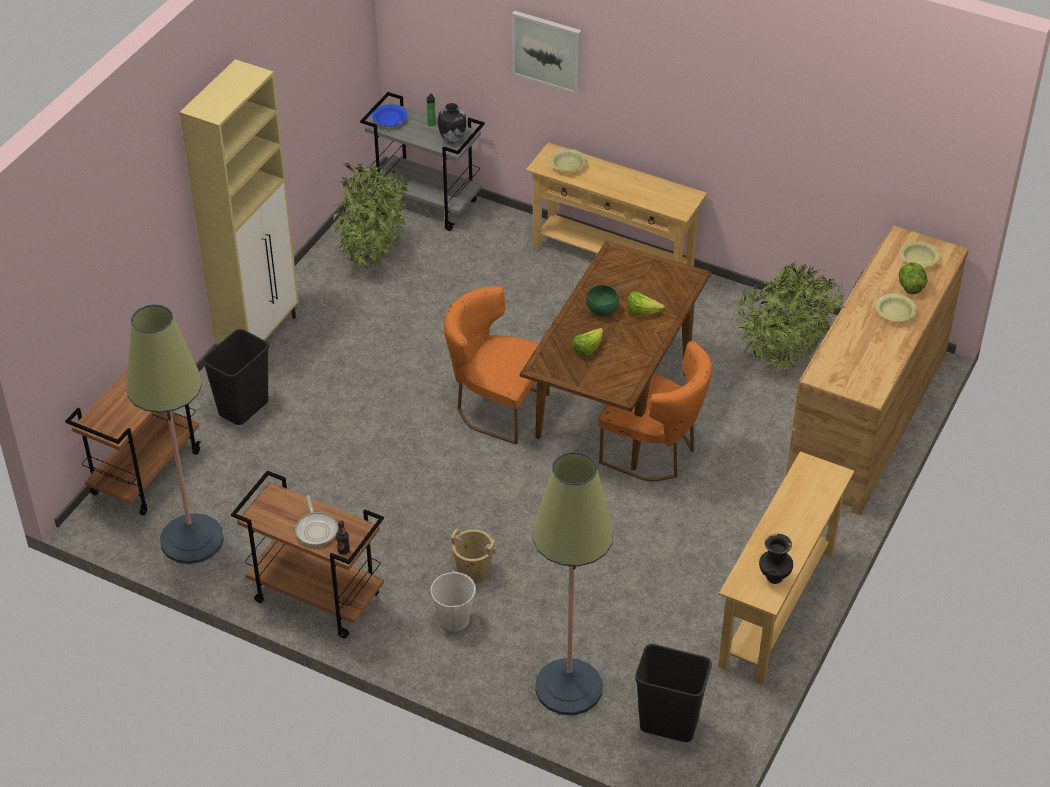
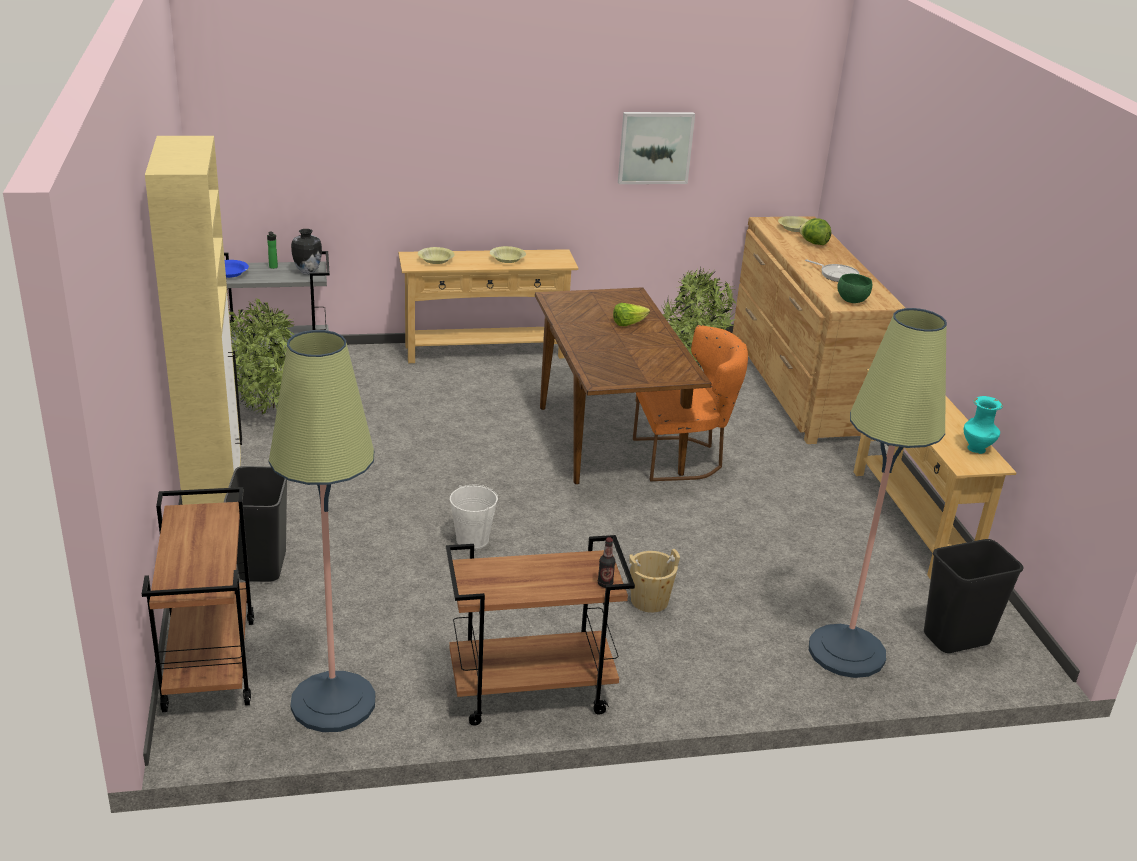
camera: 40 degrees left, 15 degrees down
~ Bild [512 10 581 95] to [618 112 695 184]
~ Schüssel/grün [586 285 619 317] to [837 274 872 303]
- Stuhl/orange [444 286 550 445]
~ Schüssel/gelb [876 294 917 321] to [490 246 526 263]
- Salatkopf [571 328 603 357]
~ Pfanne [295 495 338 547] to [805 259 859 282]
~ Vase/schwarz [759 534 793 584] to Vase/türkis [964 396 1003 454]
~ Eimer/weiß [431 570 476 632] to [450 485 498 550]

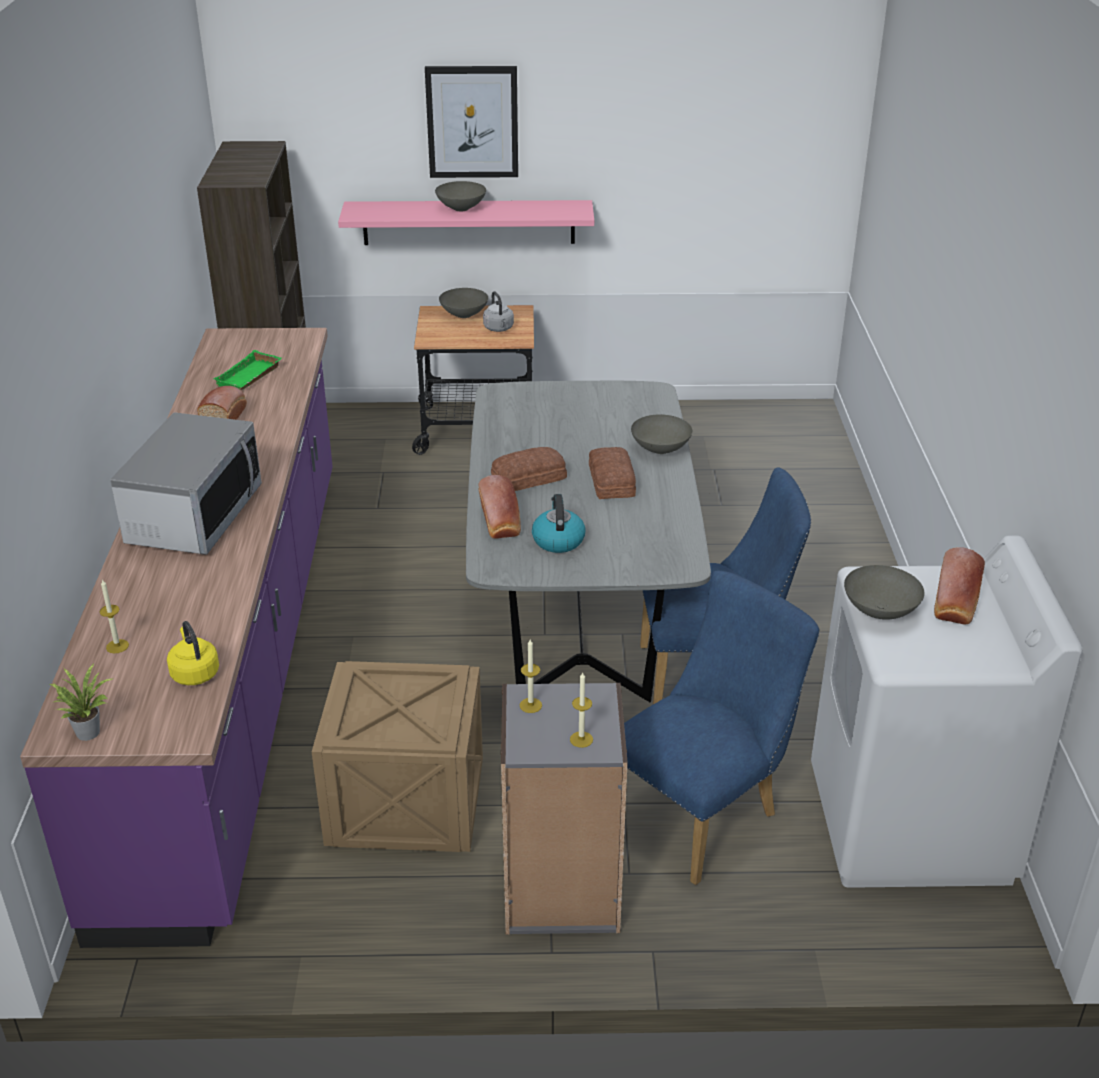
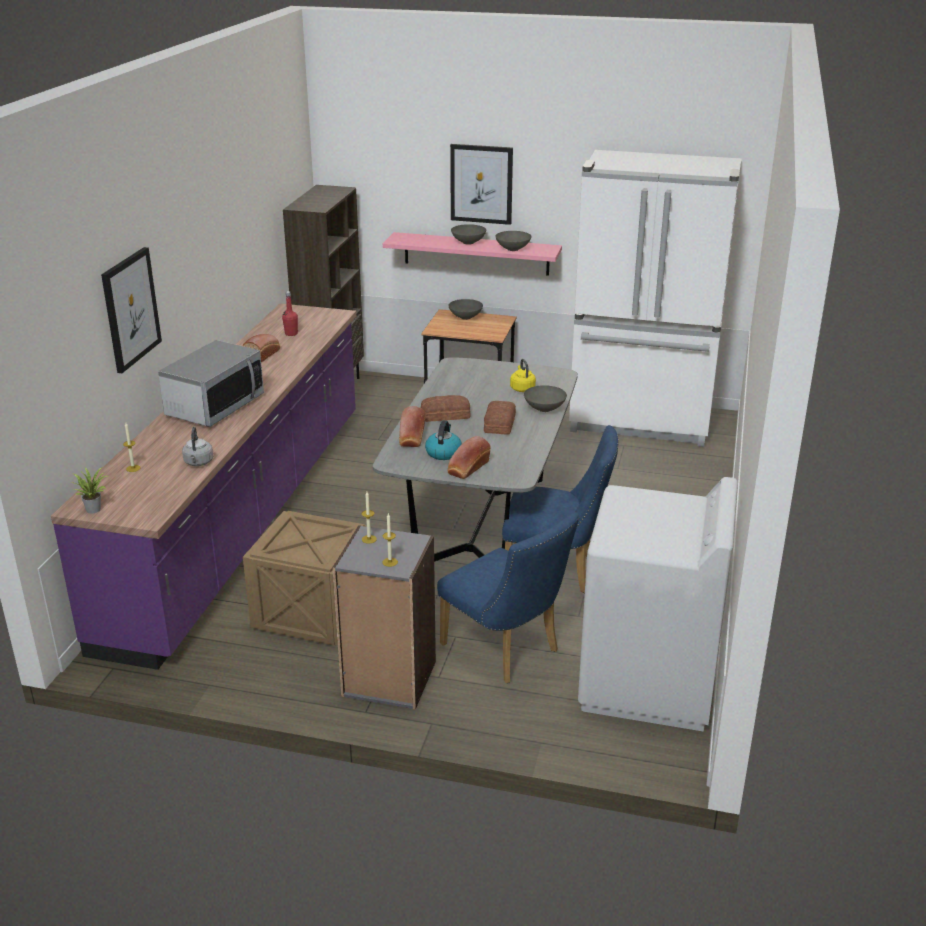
camera: 15 degrees right, 5 degrees down
~ Wasserkessel/grau [483 291 514 332] to [182 427 213 466]
~ Tablett/grün [213 350 282 390] to Flasche/rot [282 291 298 336]
~ Brot [934 547 985 625] to [447 436 491 479]
~ Schüssel/grau [844 565 925 620] to [495 231 532 251]
~ Stuhl/blau [624 571 820 885] = [437 512 579 683] 75 degrees clockwise
~ Wasserkessel/gelb [167 621 219 685] to [510 359 536 392]
+ Kühlschrank/weiß [569 150 741 447]
+ Bild [101 247 162 373]

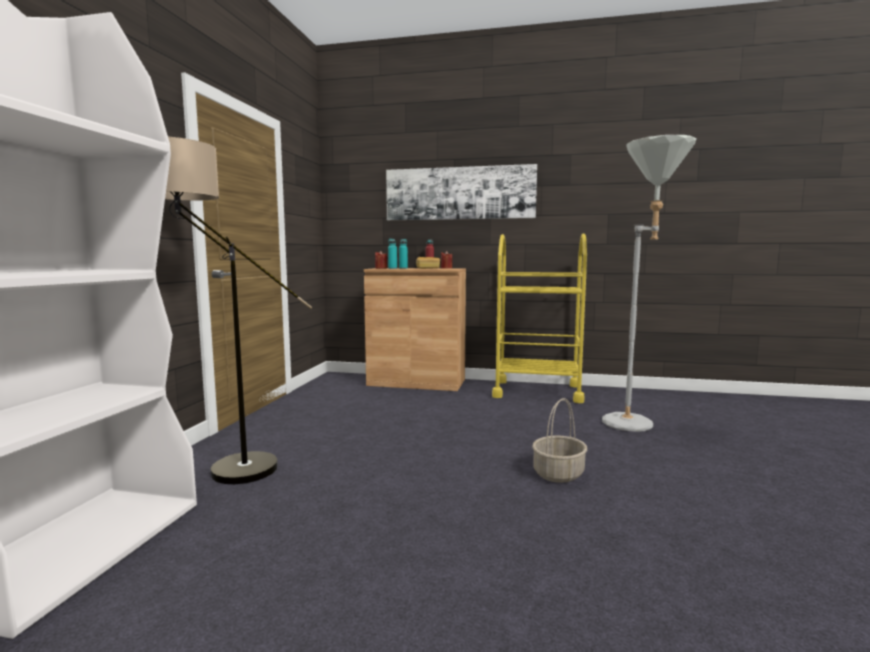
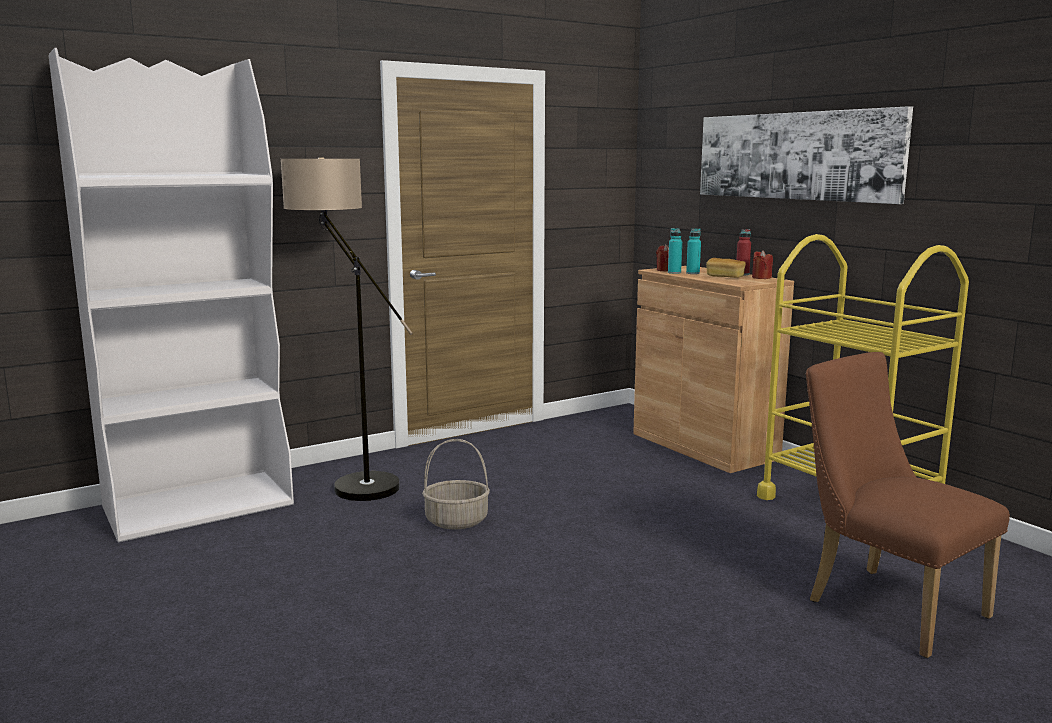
camera: 45 degrees right, 5 degrees up
~ Stehlampe/grau [602 135 697 432] to Stuhl/braun [806 352 1010 658]
~ Korb [532 398 587 483] to [422 439 490 529]

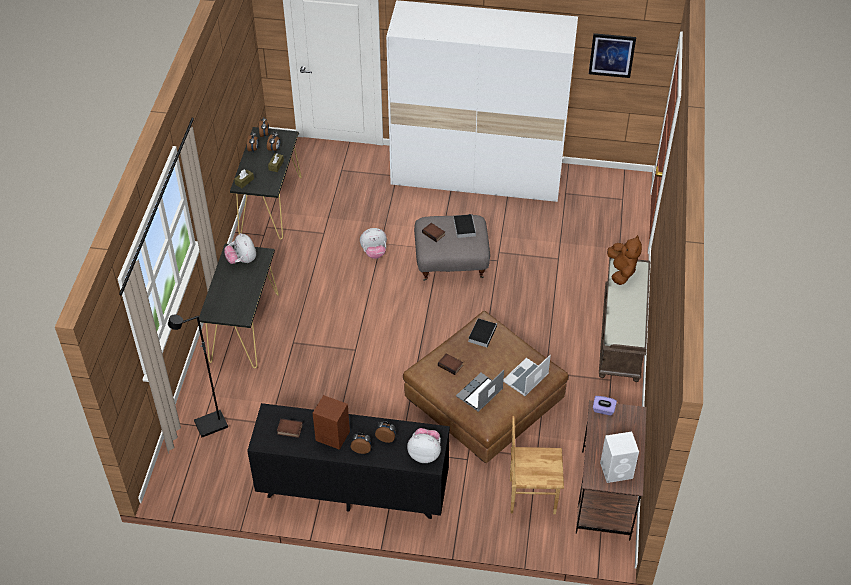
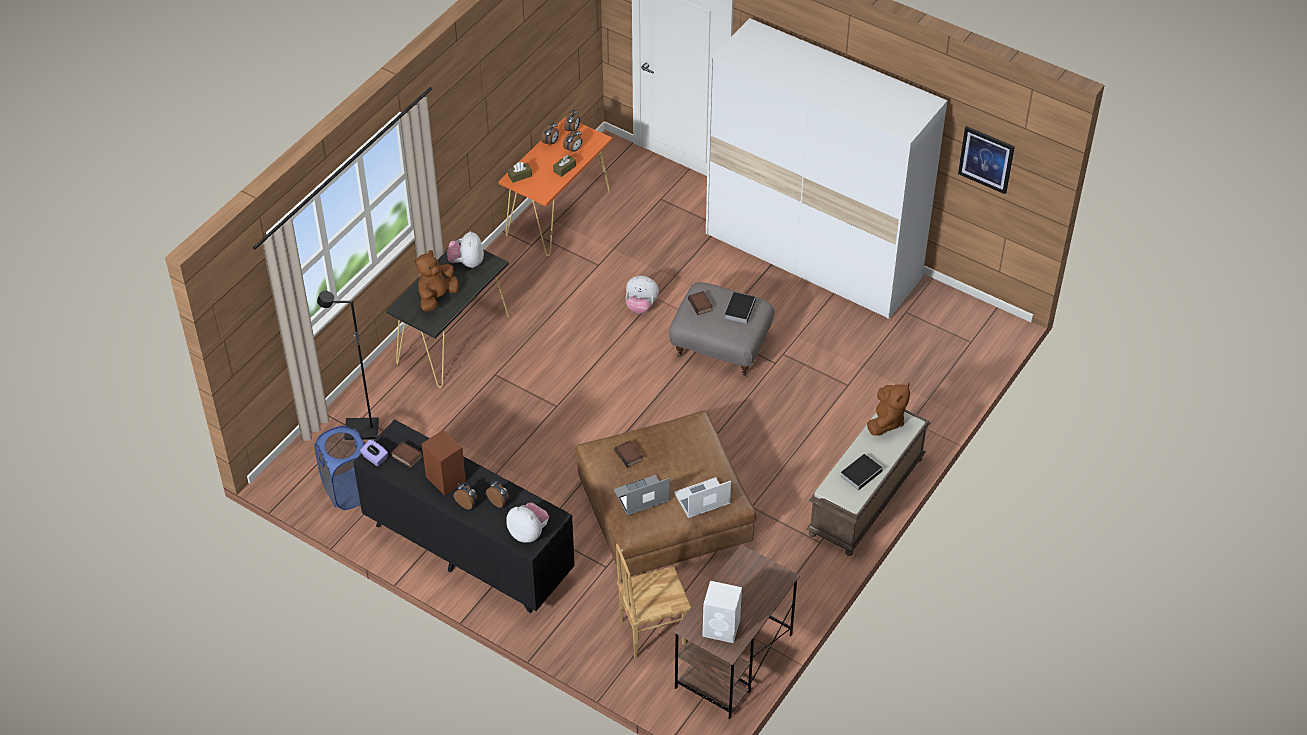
camera: 25 degrees right, 0 degrees up
~ Konsolentisch/schwarz [230 127 302 240] to Konsolentisch/orange [498 116 612 256]
~ Buch [468 318 497 347] to [840 454 885 491]
~ Taschentuchbox/lila [593 396 617 416] to [360 439 388 466]
~ Stuhl/braun [510 416 564 514] = [616 544 692 658] 45 degrees counterclockwise
+ Plüschtier/braun [415 250 459 312]
+ Wäschekorb/blau [314 426 365 510]

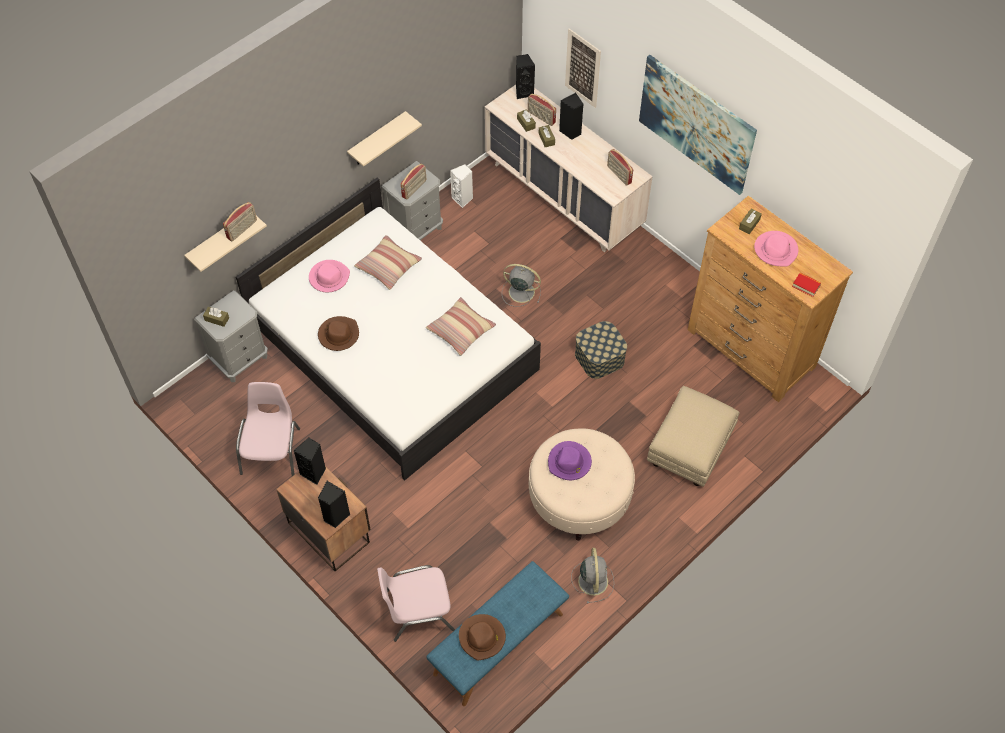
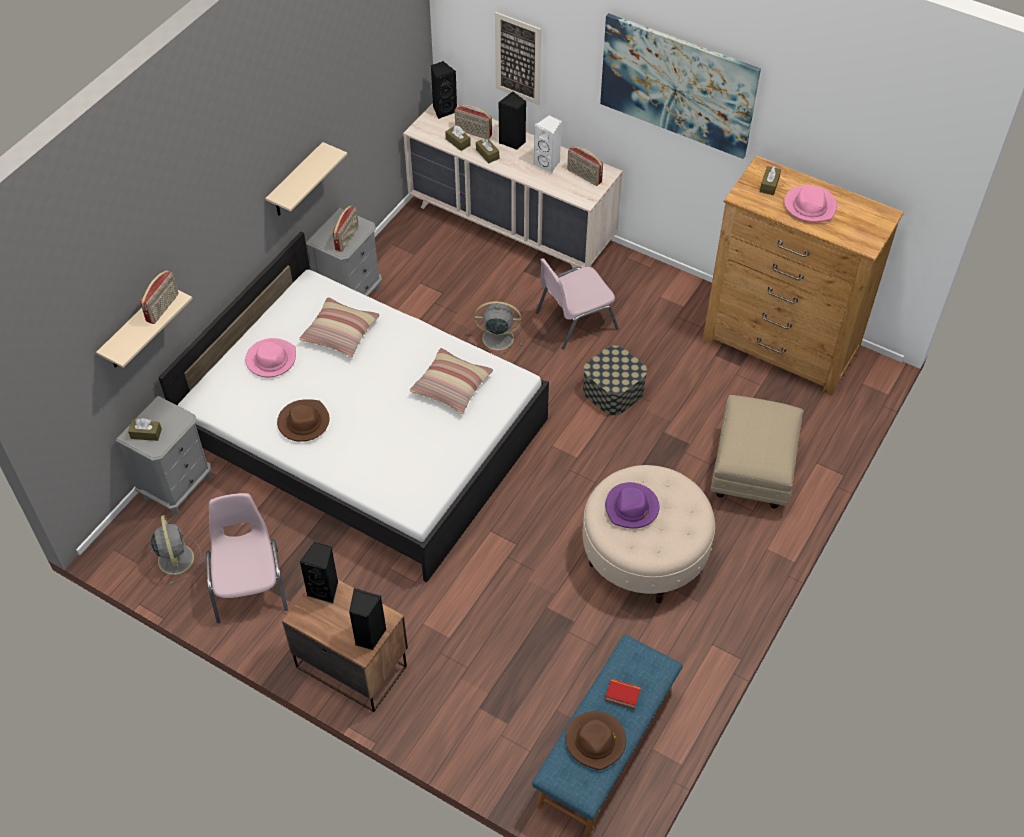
camera: 15 degrees left, 5 degrees down
~ Lautsprecher/weiß [450 164 473 208] to [534 115 562 174]
~ Buch [792 273 821 297] to [605 679 641 709]
~ Ventilator/grau [571 548 614 603] to [149 515 202 584]
~ Stuhl/rosa [377 565 455 642] to [536 258 619 349]

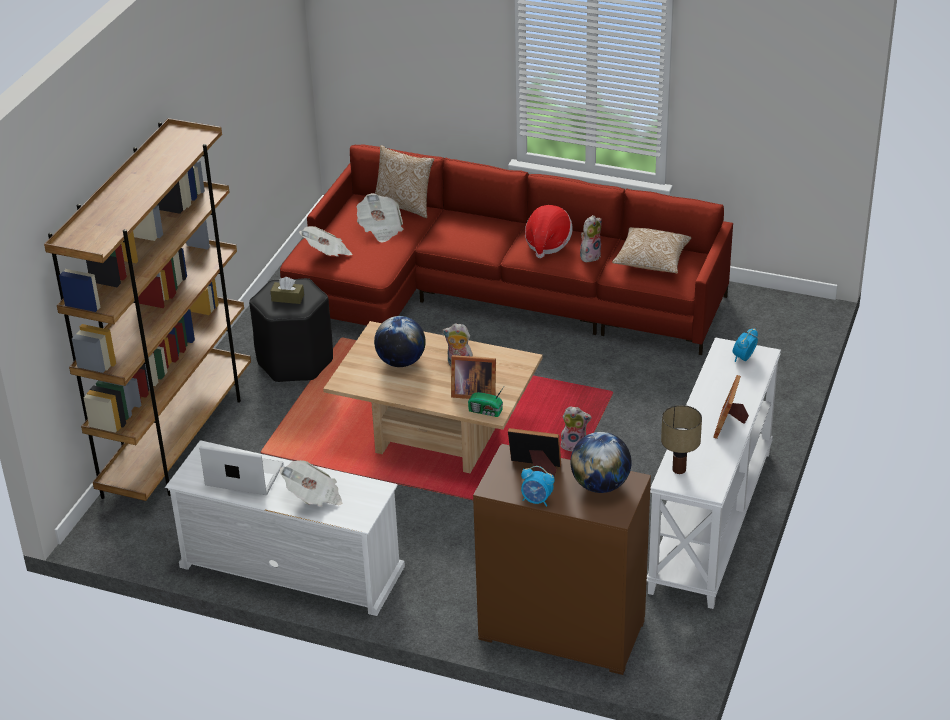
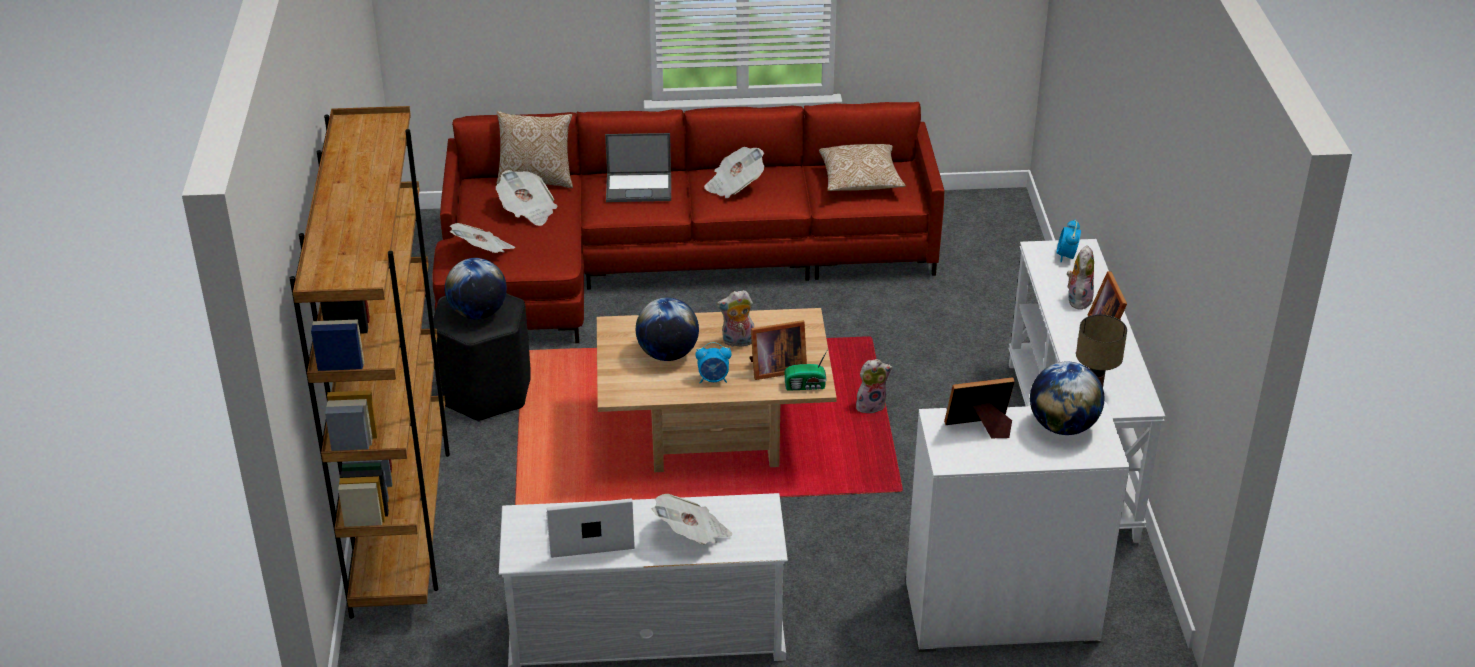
camera: 25 degrees left, 0 degrees up
~ Hut [525 205 573 258] to Zeitung [704 147 764 198]
~ Plüschtier [580 215 602 262] to [1067 245 1094 310]
~ Taschentuchbox/braun [270 277 304 304] to Globus [445 258 507 320]
~ Schrank/braun [473 444 651 675] to Schrank/weiß [906 401 1130 652]
~ Wecker [521 466 555 507] to [695 342 732 384]
+ Laptop [605 133 671 202]

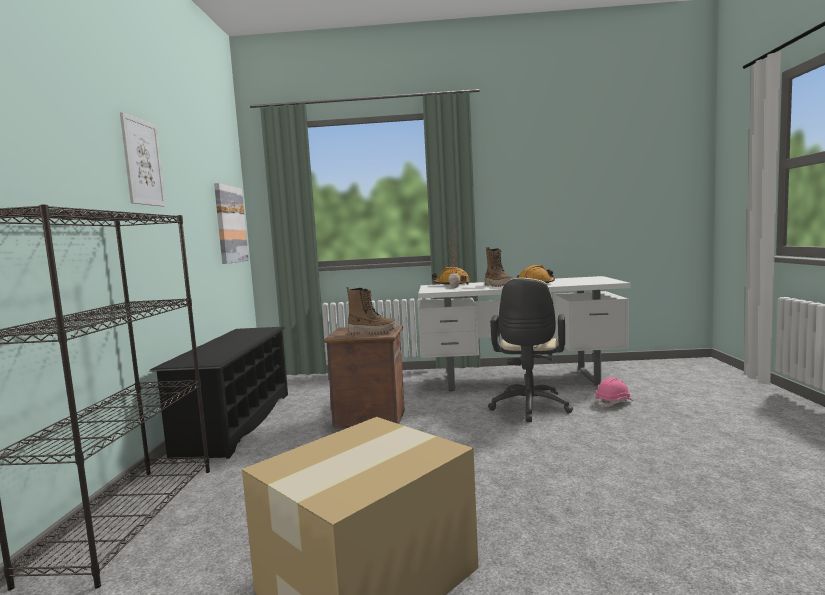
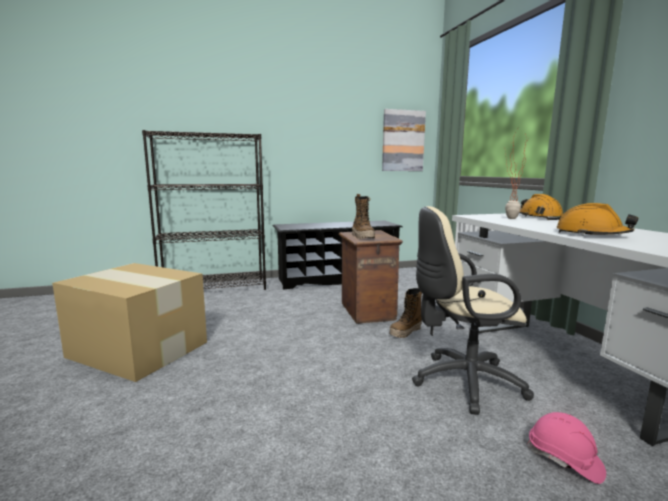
camera: 70 degrees right, 5 degrees up
- Bild [120 112 166 207]
~ Stiefel [484 247 513 287] to [389 287 422 338]

